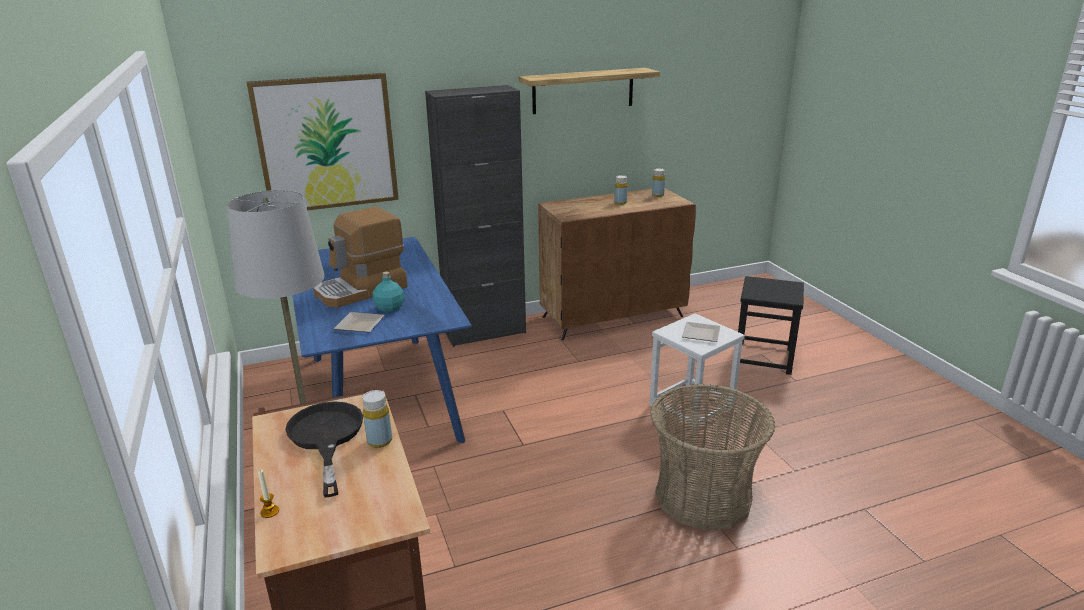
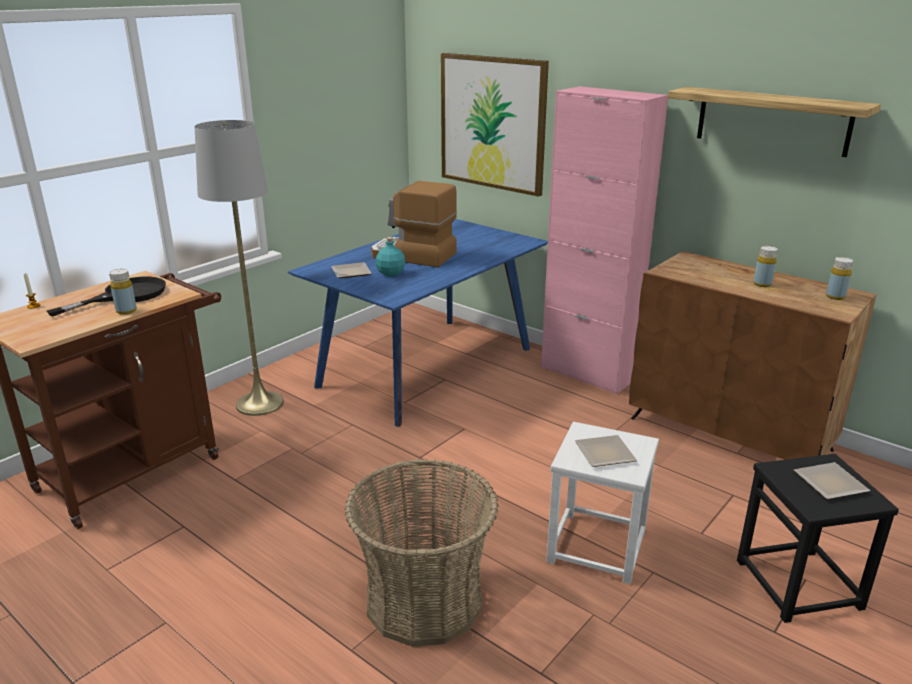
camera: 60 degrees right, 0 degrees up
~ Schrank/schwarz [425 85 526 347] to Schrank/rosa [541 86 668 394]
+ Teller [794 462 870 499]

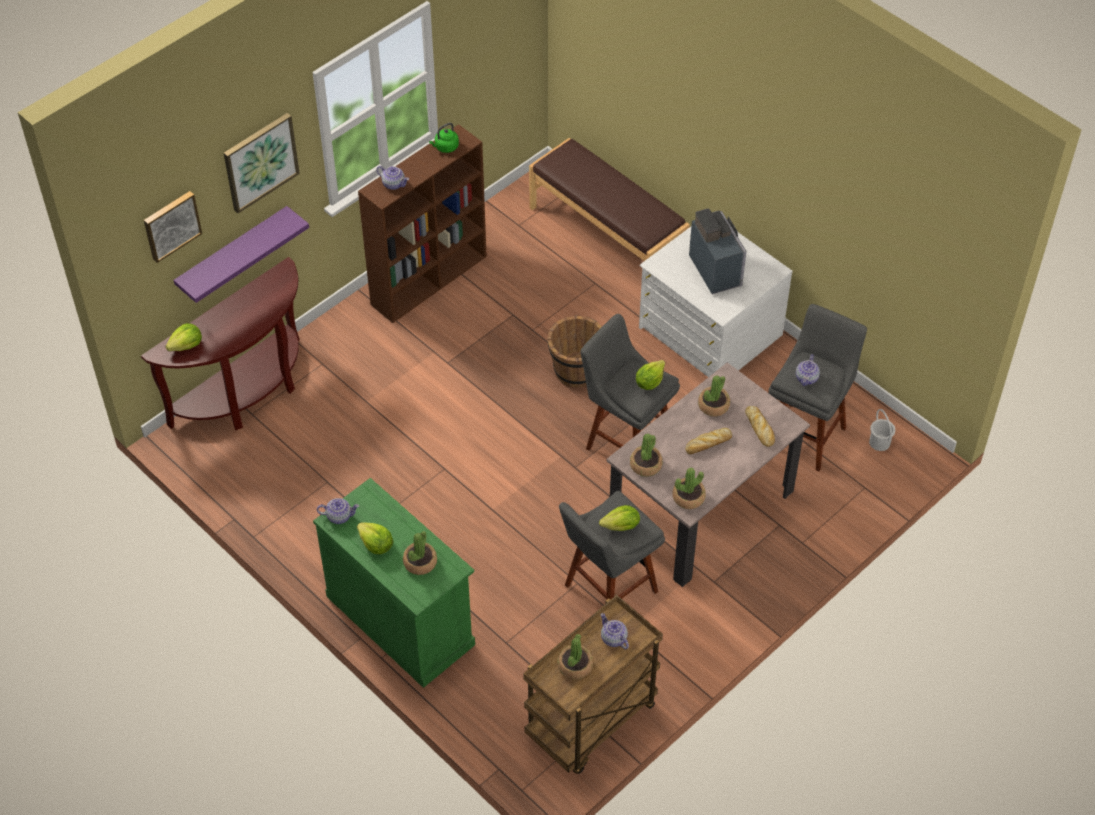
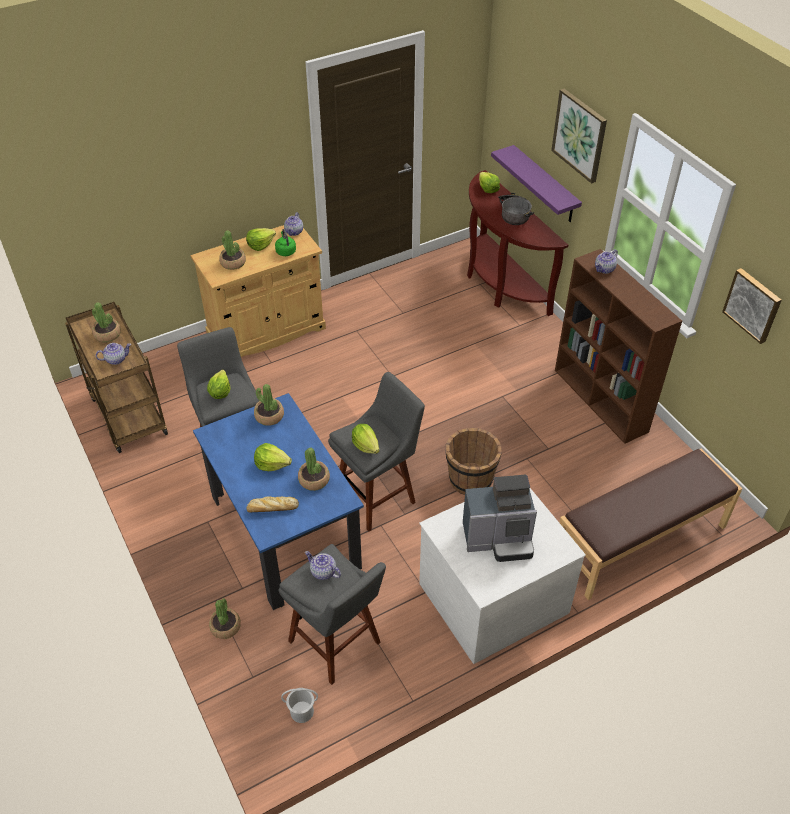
camera: 105 degrees right, 5 degrees down
~ Wasserkessel/grün [429 123 459 153] to [275 229 296 256]
~ Bild [144 191 202 263] to [722 268 782 344]
~ Esstisch/beige [606 362 810 587] to Esstisch/blau [193 393 364 610]
~ Brot [686 428 732 454] to Salatkopf [254 443 292 471]
~ Topfpflanze [673 468 706 509] to [209 598 241 639]
~ Schrank/grün [313 478 475 688] to Schrank/beige [191 225 326 357]
+ Kochtopf [498 193 534 225]

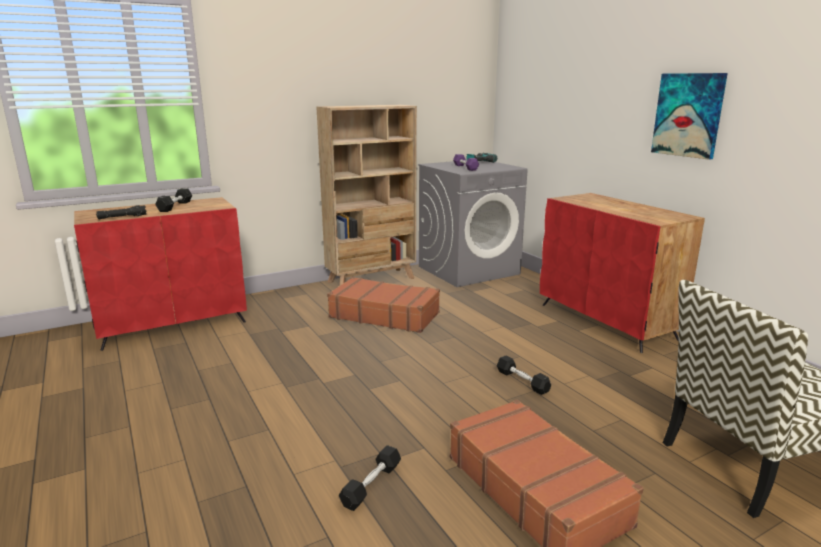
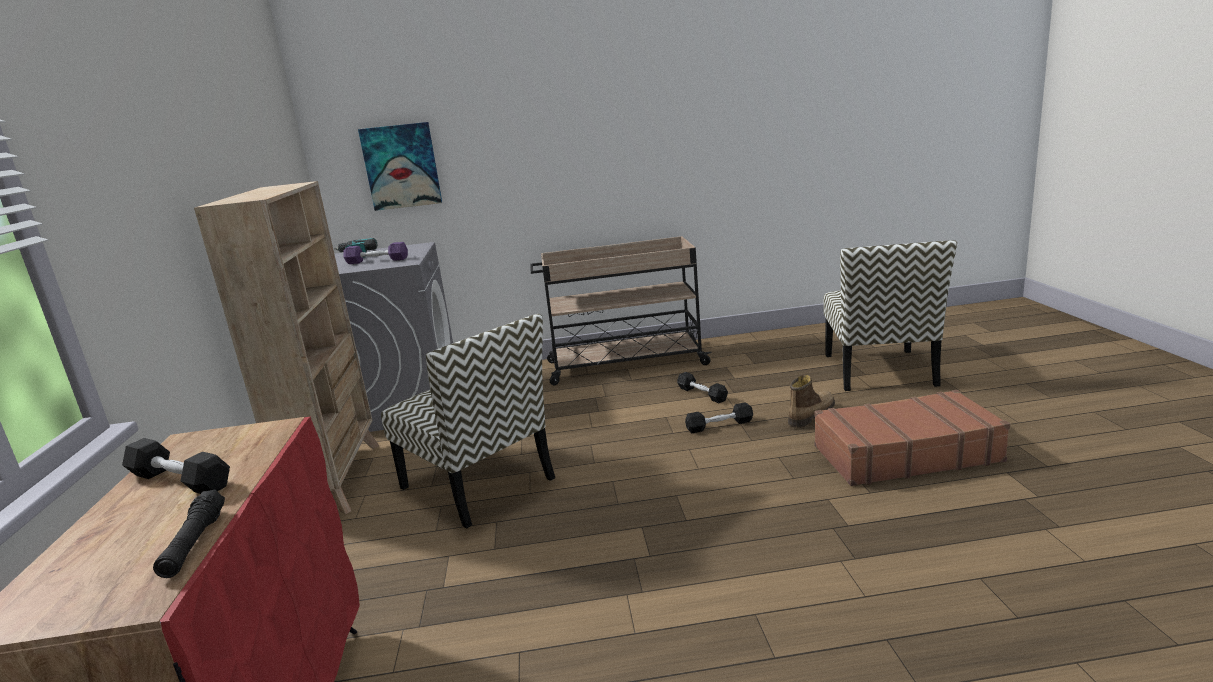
camera: 65 degrees left, 0 degrees up
~ Bild [651 73 728 160] to [358 122 442 211]
~ Schrank/rot [540 193 705 353] to Rollwagen/beige [530 236 712 385]
~ Koffer/braun [327 277 440 333] to Stuhl [381 314 555 529]
~ Hantel/schwarz [339 445 401 511] to [677 372 728 403]
+ Stiefel [788 375 835 428]

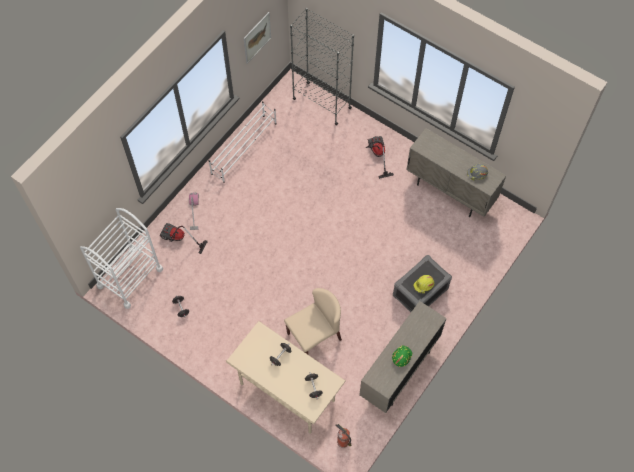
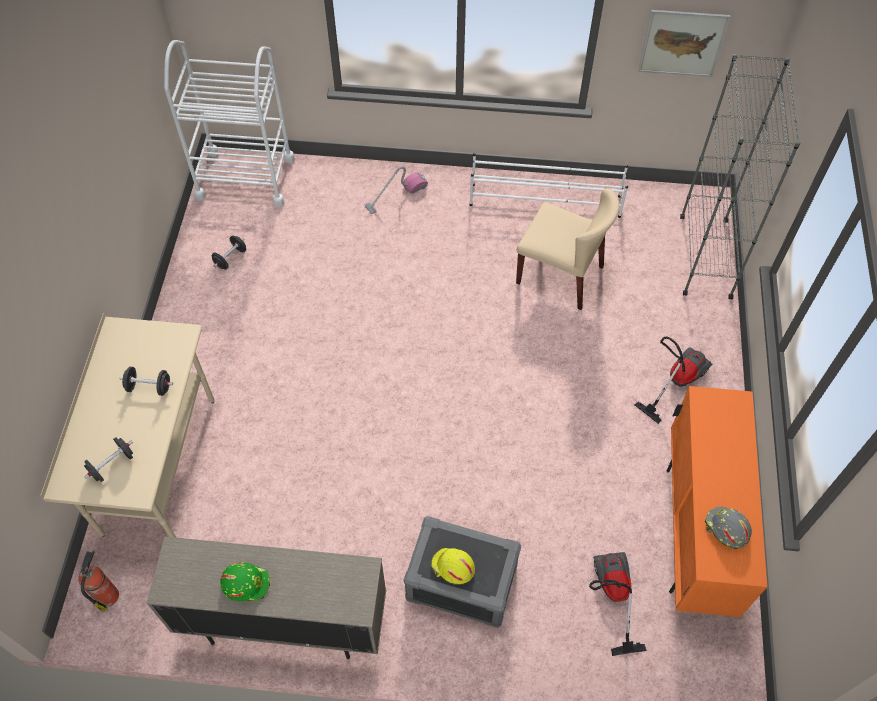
camera: 60 degrees right, 5 degrees down
~ Schrank/beige [406 128 506 217] to Schrank/orange [666 386 767 617]
~ Staubsauger [160 223 208 254] to [589 552 647 656]
~ Stuhl/beige [284 288 342 354] to [516 189 620 310]

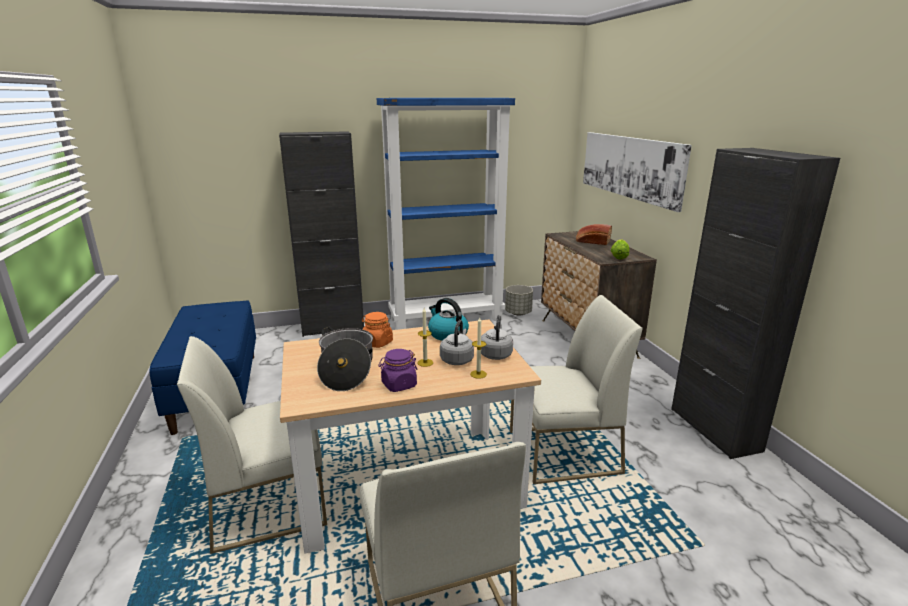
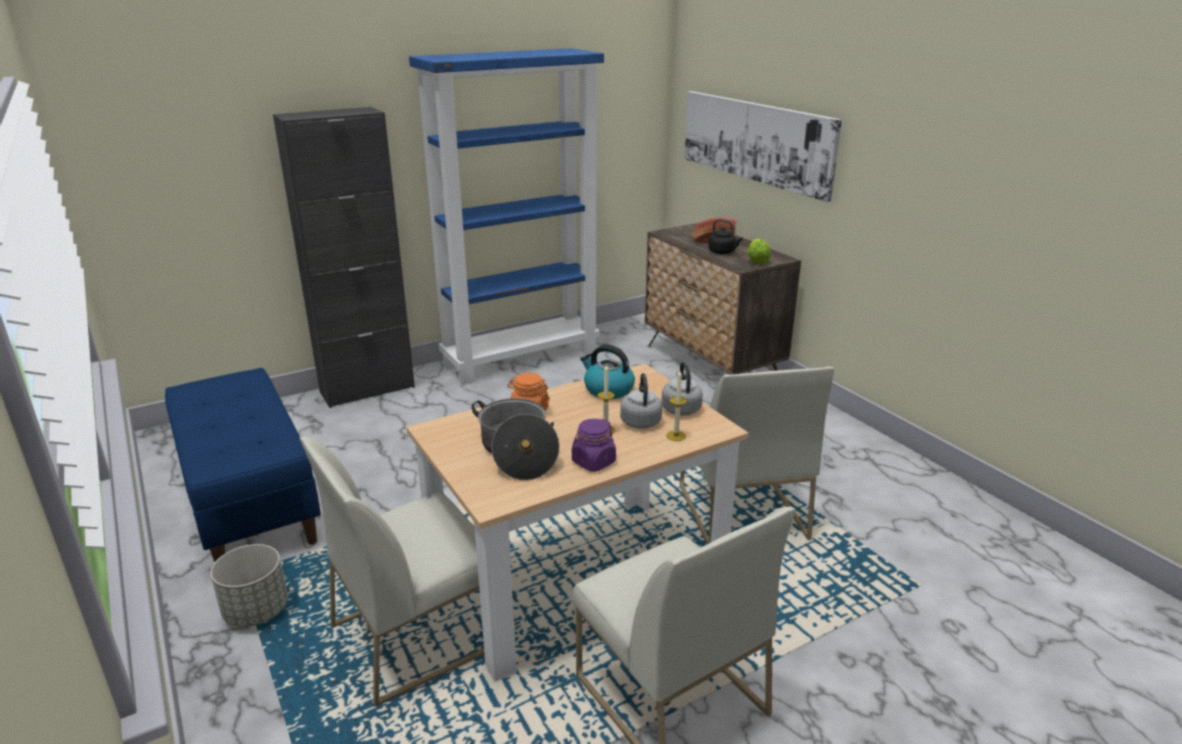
camera: 15 degrees left, 5 degrees up
- Schrank/schwarz [671 148 840 459]
~ Pflanzkübel/grau [505 285 533 315] to [211 544 288 627]
~ Stuhl/weiß [510 295 643 484] = [680 367 834 544] 105 degrees clockwise
+ Wasserkessel/schwarz [708 219 743 254]

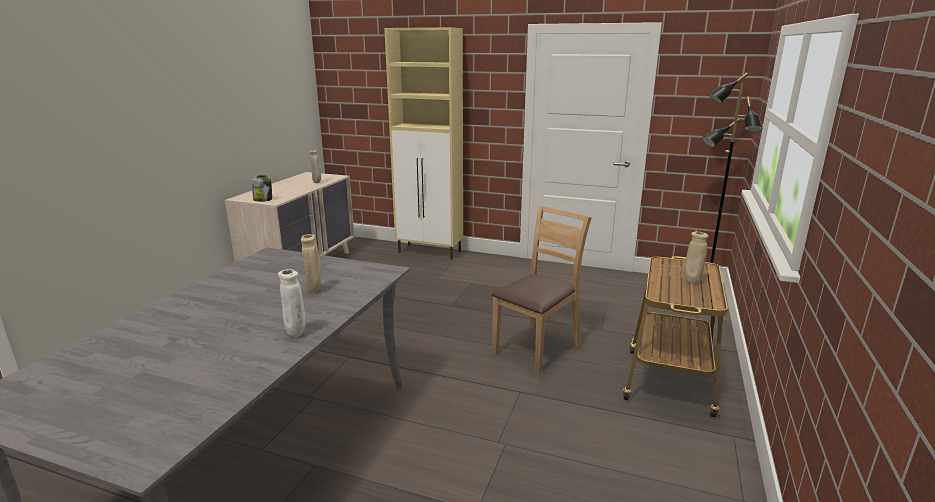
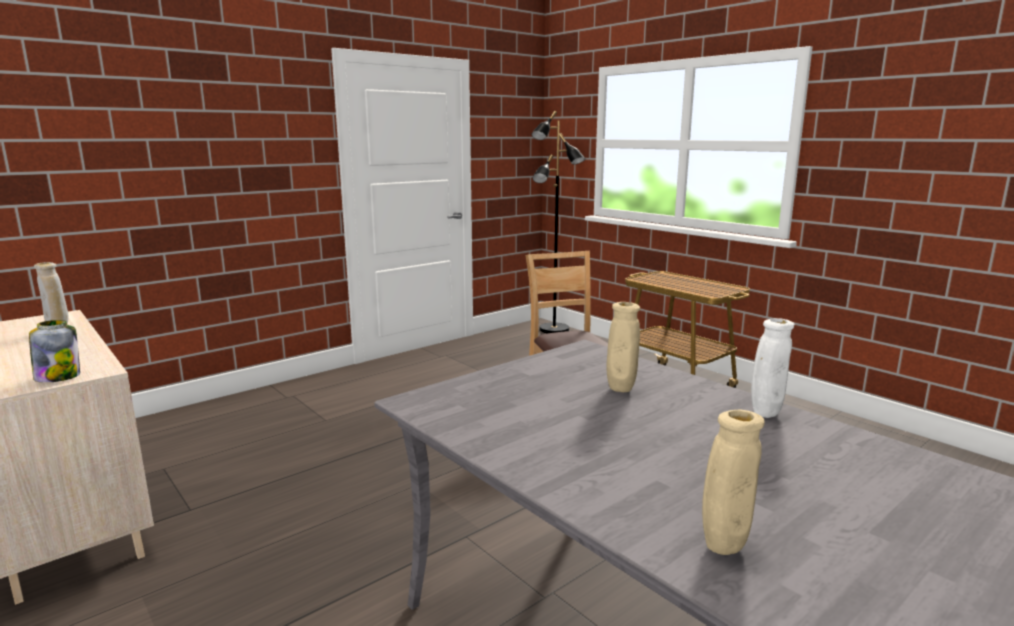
camera: 60 degrees left, 5 degrees down
- Schrank/beige [384 27 463 260]
~ Vase/beige [684 231 708 284] to [702 410 765 555]

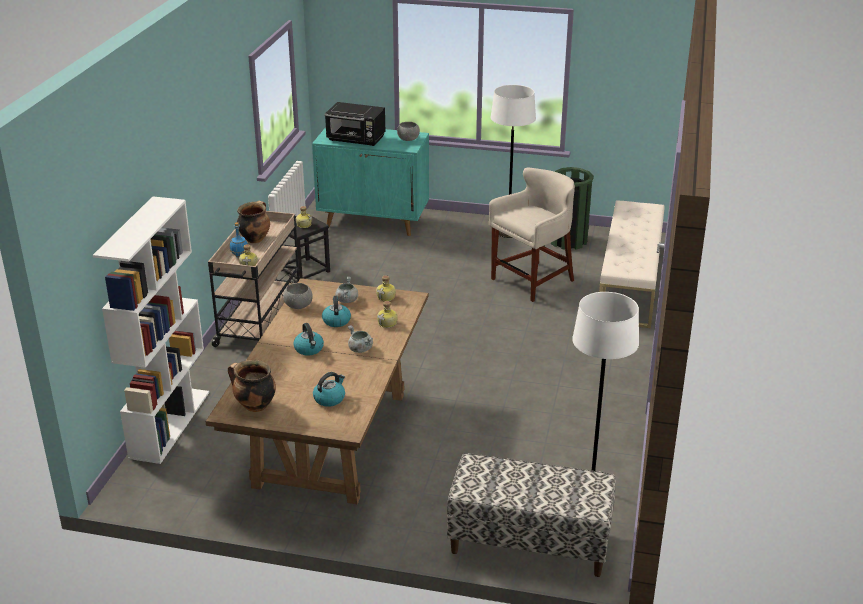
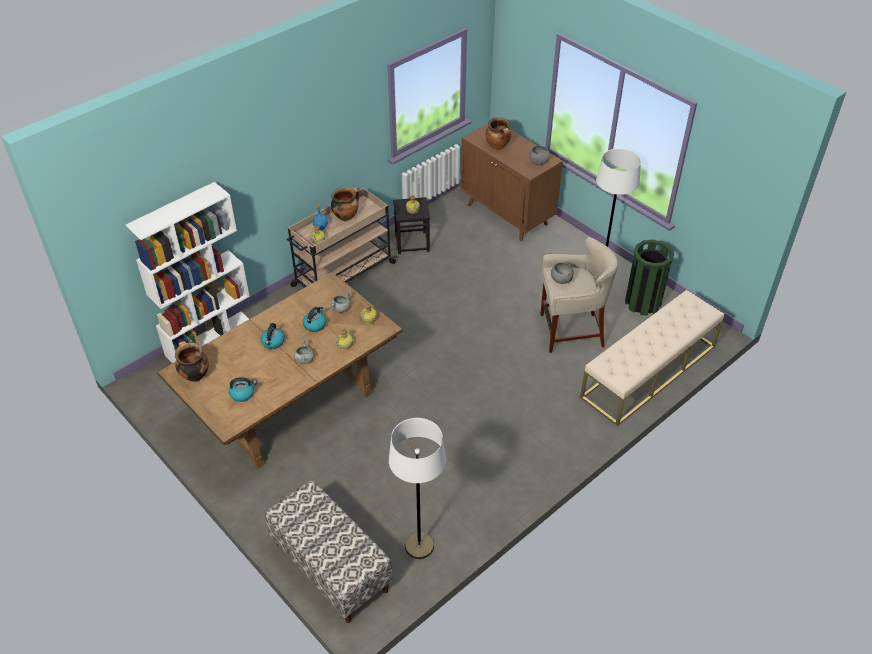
camera: 35 degrees right, 15 degrees up
~ Mikrowelle/schwarz [325 102 385 146] to Kochtopf [485 117 511 150]
~ Schrank/türkis [312 127 429 236] to Schrank/braun [461 124 563 241]
~ Schüssel/grau [283 283 313 309] to [551 262 574 284]

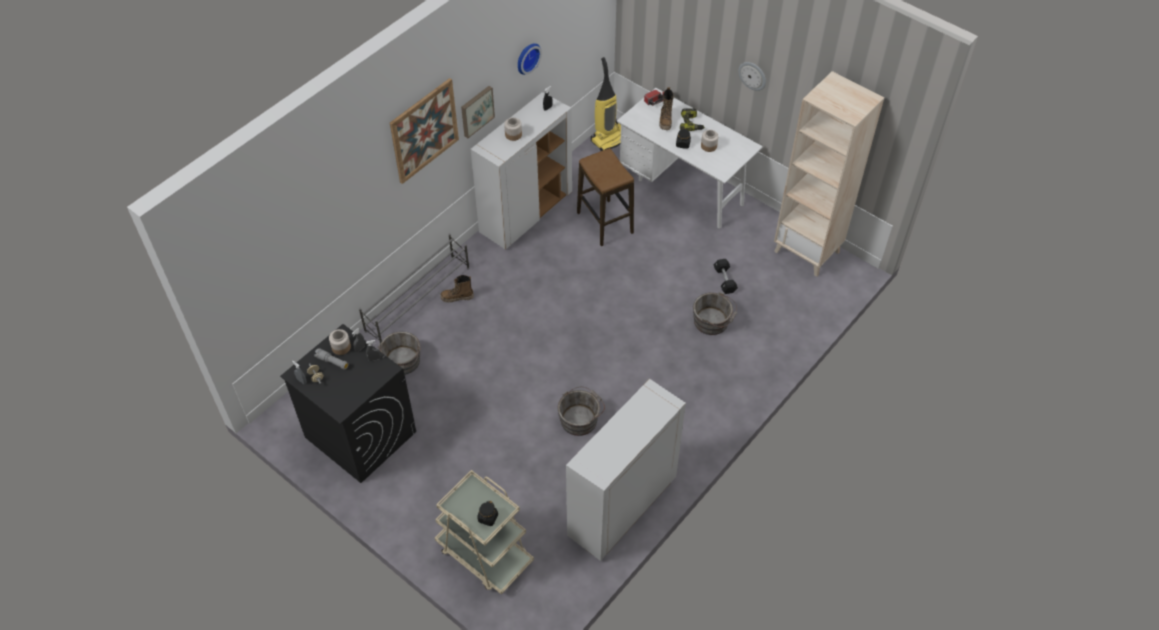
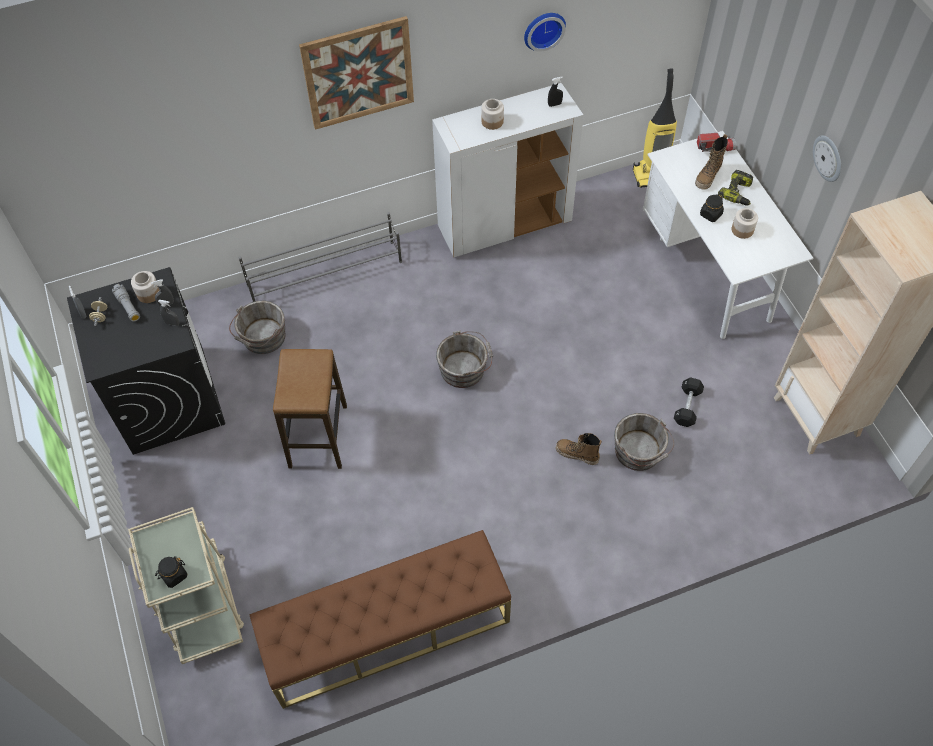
camera: 30 degrees right, 5 degrees up
- Bild [461 86 495 138]
~ Hocker [577 148 634 246] to [273 349 347 469]
~ Stiefel [440 275 474 303] to [556 433 602 465]
~ Schrank/weiß [566 379 686 561] to Bank/braun [250 530 511 709]
~ Eimer/grau [557 387 605 436] to [436 331 493 388]

